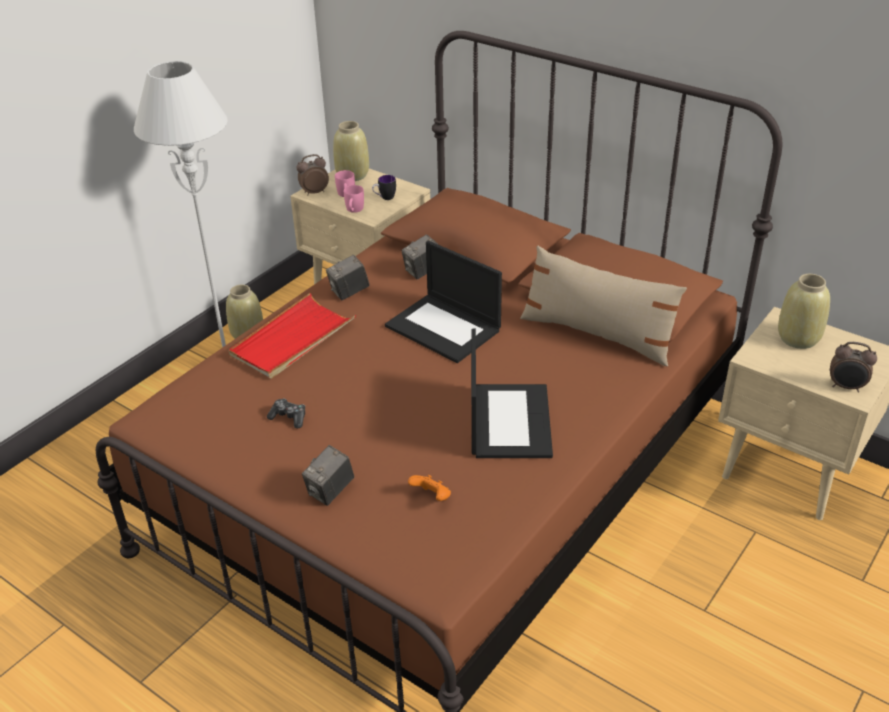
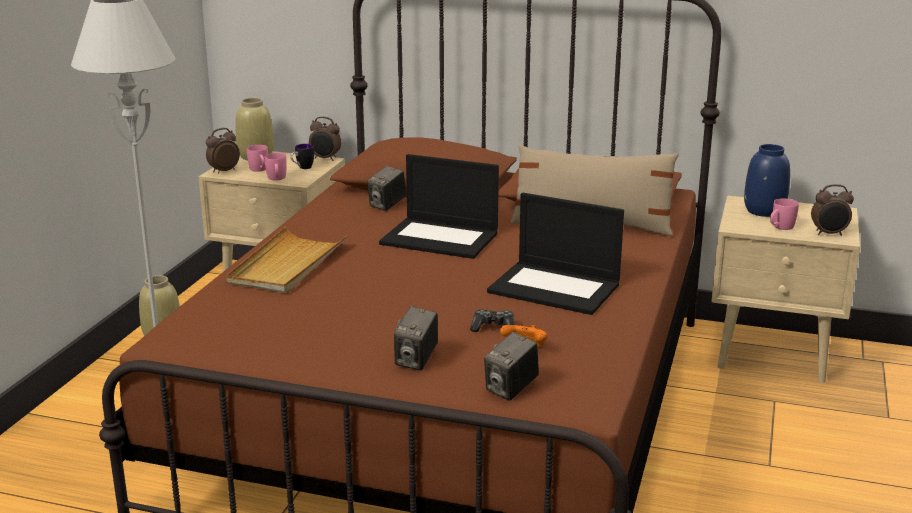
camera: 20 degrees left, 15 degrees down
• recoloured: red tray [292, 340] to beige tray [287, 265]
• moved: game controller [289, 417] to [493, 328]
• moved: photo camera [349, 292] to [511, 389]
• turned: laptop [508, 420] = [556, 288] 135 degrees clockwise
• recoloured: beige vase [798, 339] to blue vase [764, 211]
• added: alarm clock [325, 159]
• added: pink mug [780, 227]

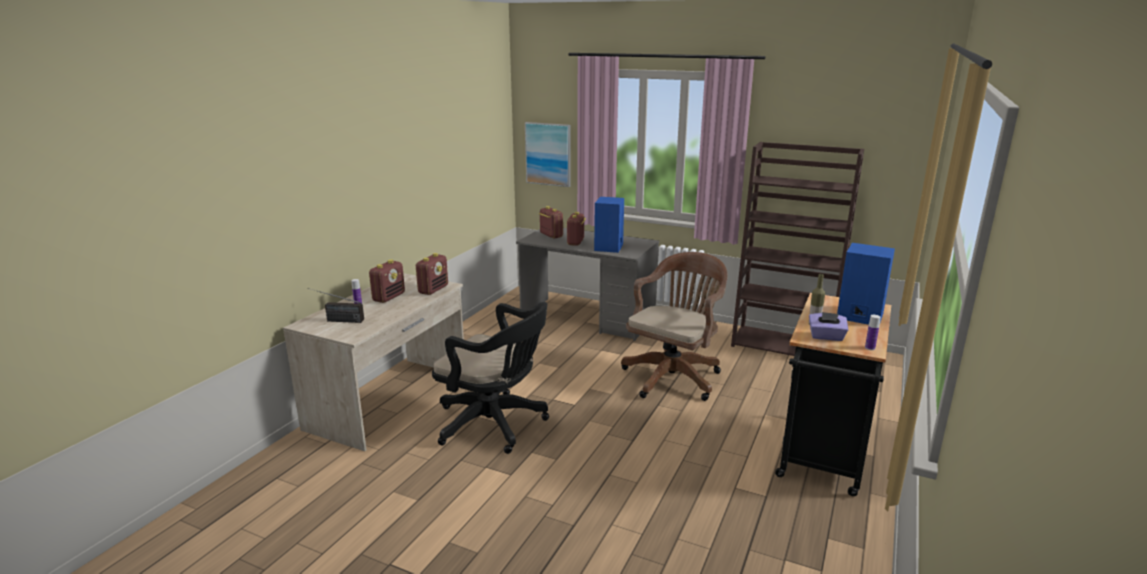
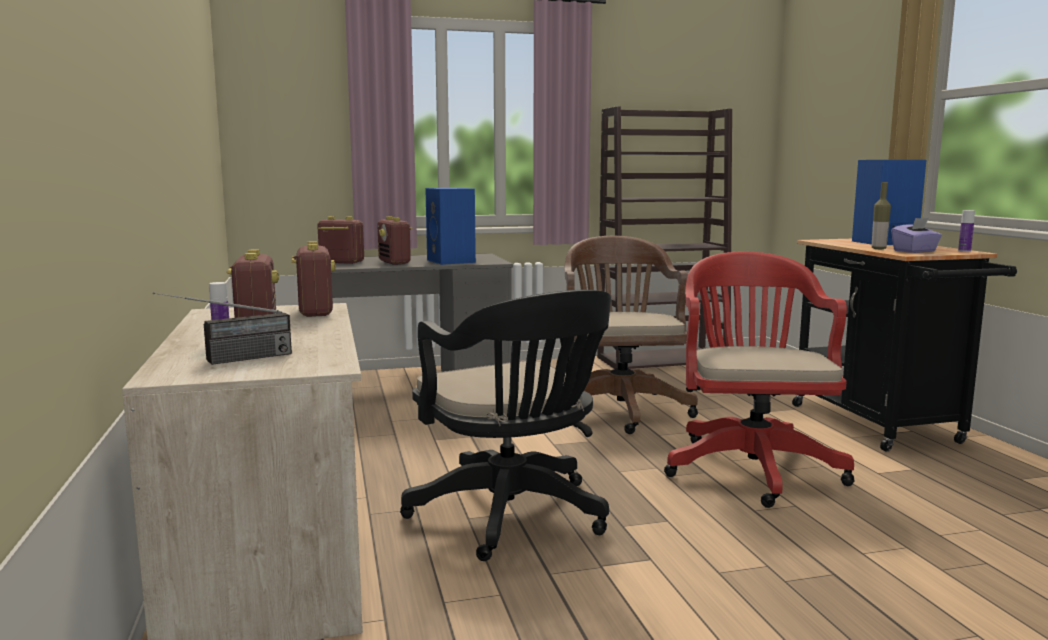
camera: 40 degrees left, 10 degrees down
• turned: black office chair [495, 424] = [513, 517] 75 degrees clockwise
• removed: picture [548, 154]
• added: red office chair [751, 466]

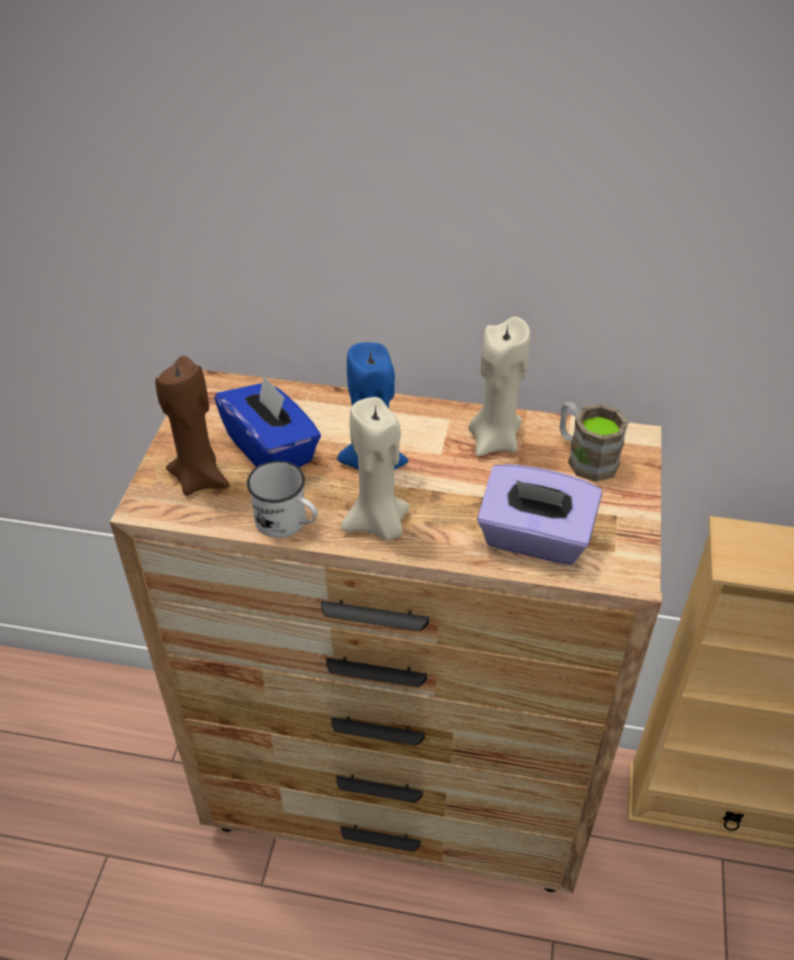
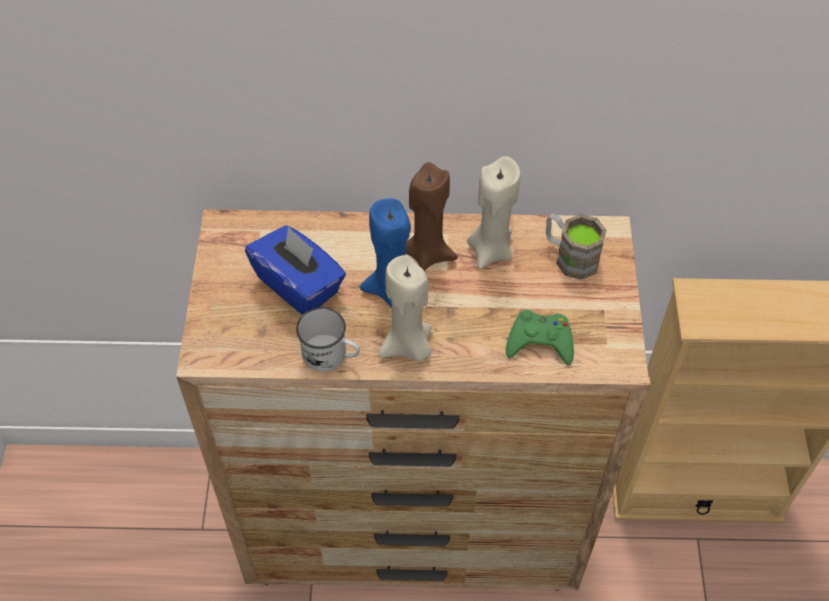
camera: 10 degrees left, 10 degrees up
• moved: brown candle [200, 478] to [428, 253]
• replaced: purple tissue box [534, 539] to green game controller [540, 341]

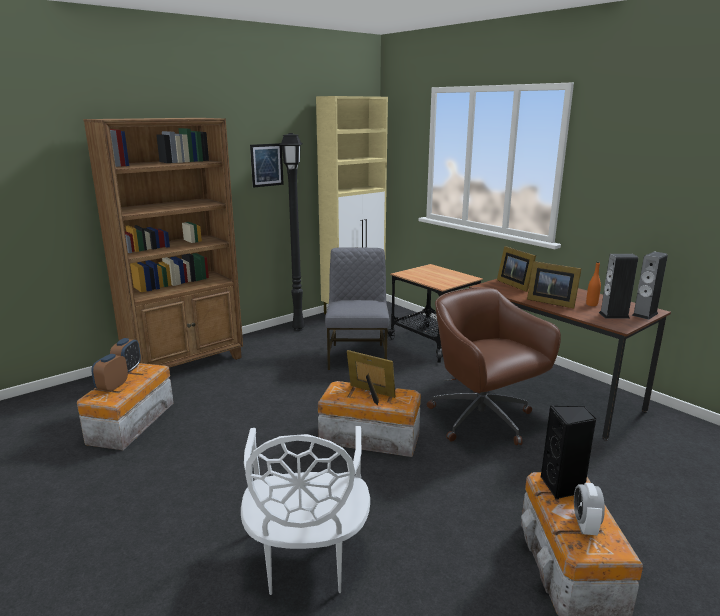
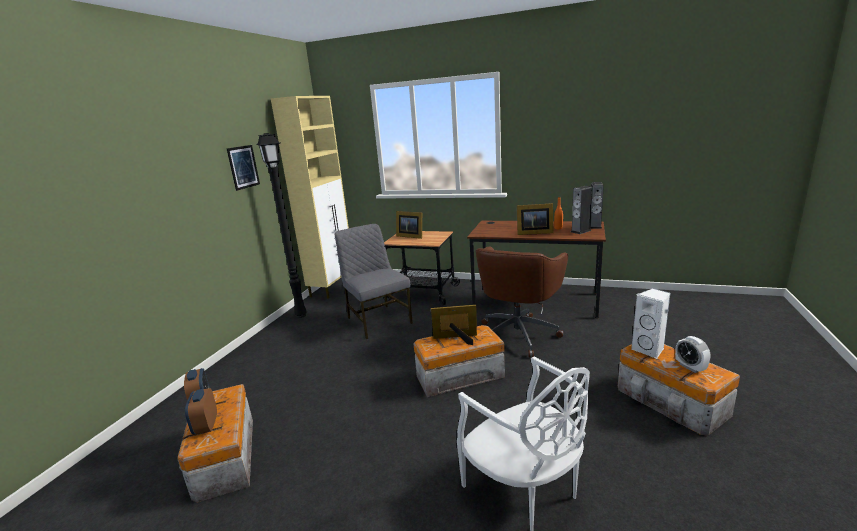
camera: 30 degrees left, 0 degrees up
• removed: brown bookcase [186, 363]
• turned: brown office chair [483, 421] = [518, 334] 90 degrees counterclockwise
• moved: picture frame [514, 284] to [410, 236]
• recoloured: black speaker [563, 487] to white speaker [649, 350]

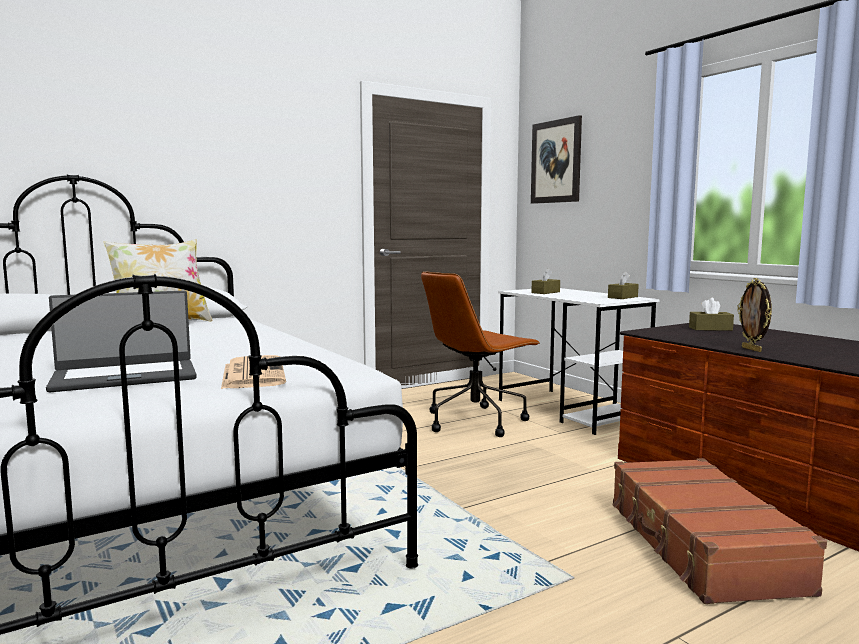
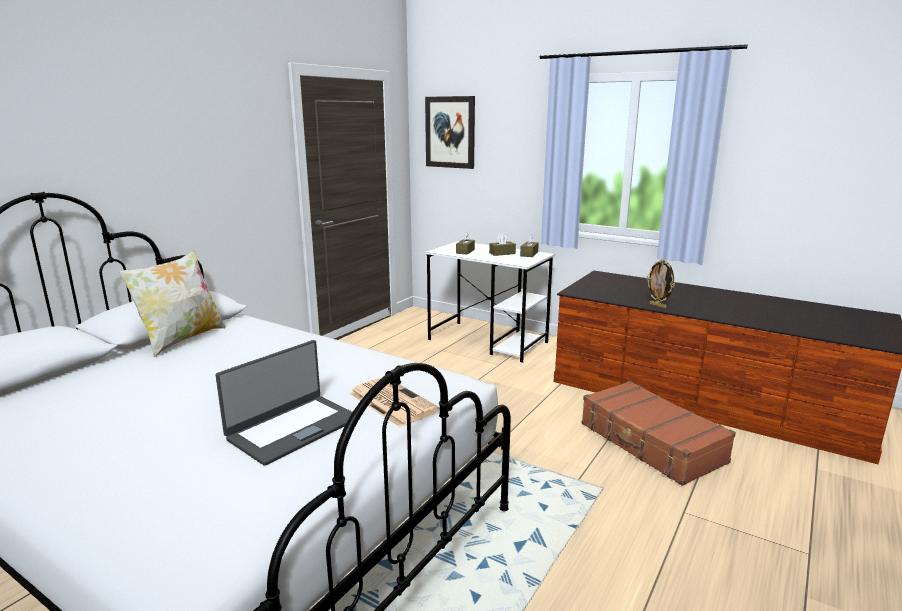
camera: 25 degrees left, 10 degrees up
• removed: brown office chair [476, 421]
• moved: brown tissue box [710, 329] to [502, 253]

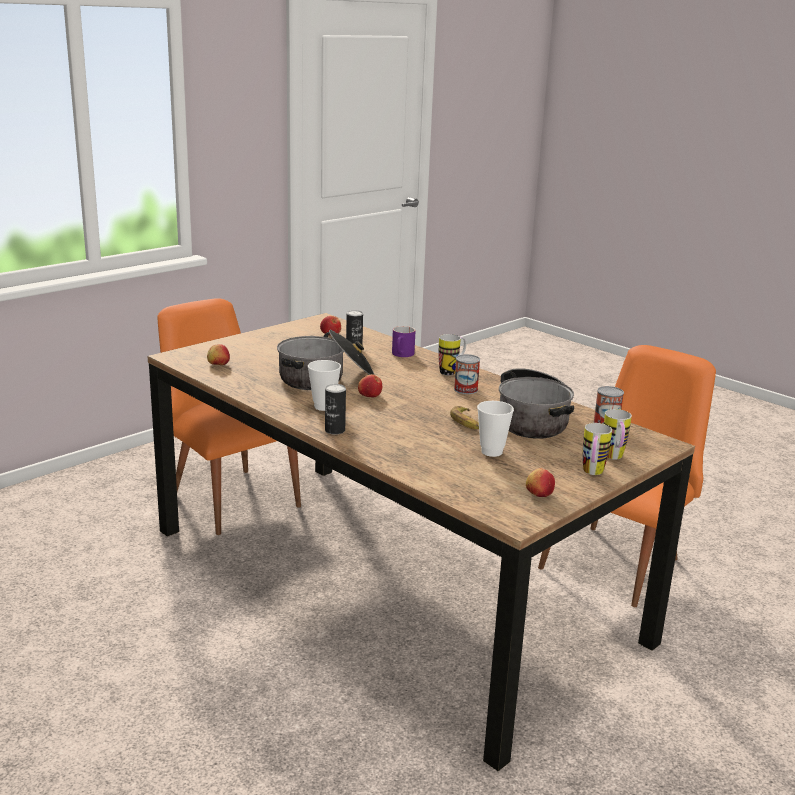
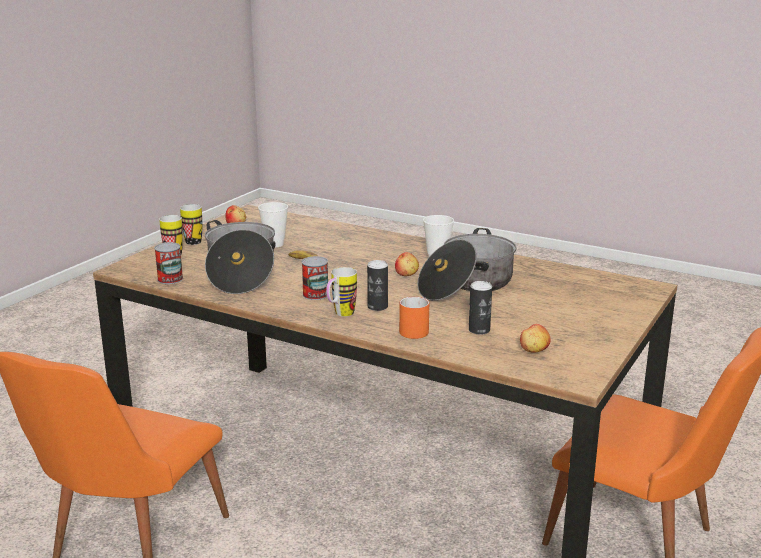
camera: 165 degrees right, 0 degrees up
• removed: apple [218, 364]
• moved: can [335, 430] to [377, 307]
• recoloured: purple mug [402, 355] to orange mug [412, 330]

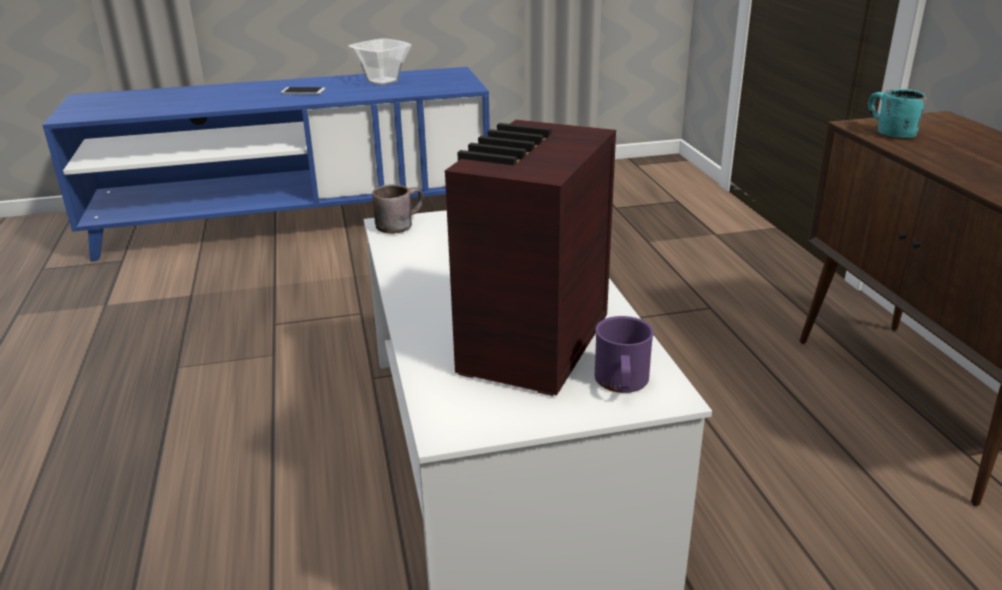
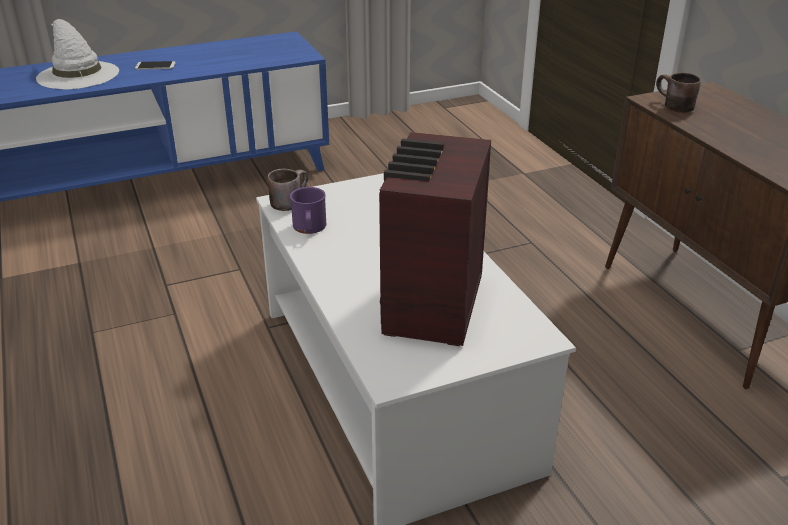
camera: 10 degrees left, 5 degrees up
• removed: bowl [381, 82]
• moved: purple mug [622, 383] to [309, 228]
• recoloured: turquoise mug [887, 132] to brown mug [672, 106]
• added: white hat [77, 74]

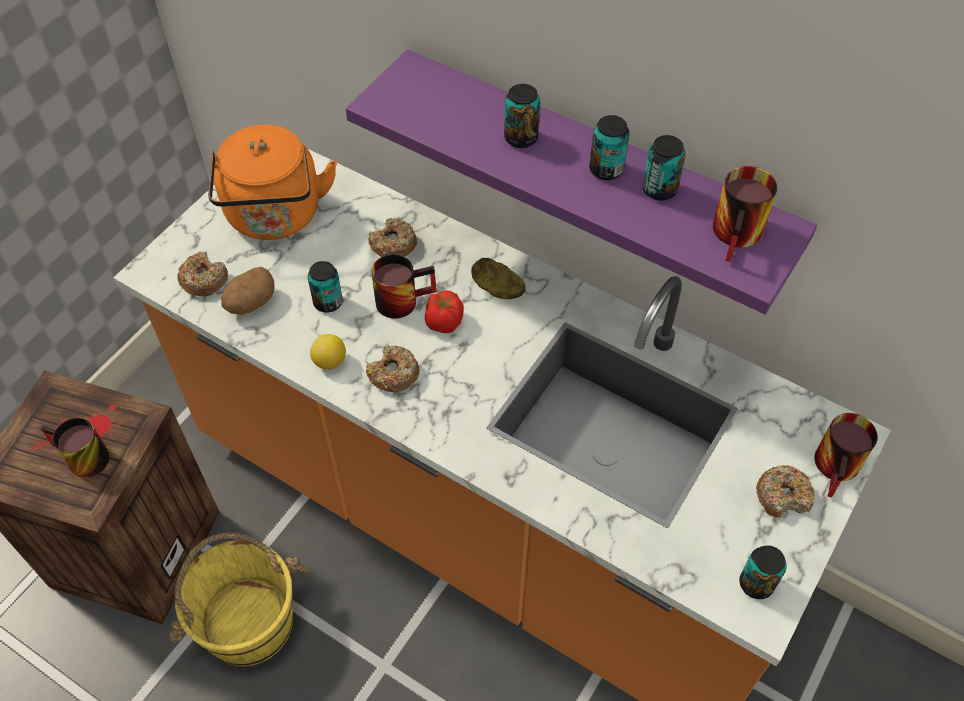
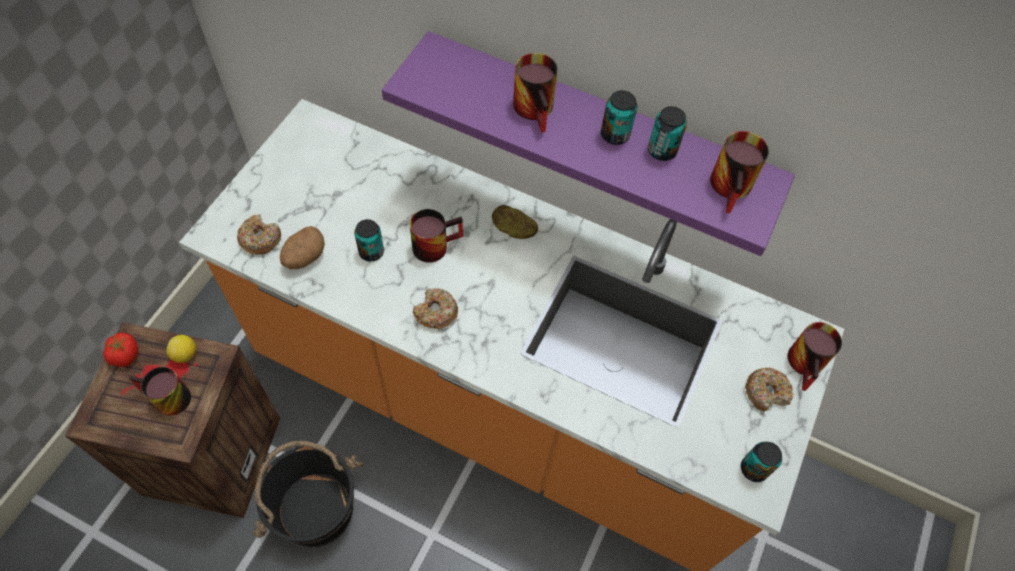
camera: 10 degrees left, 5 degrees up
• recoloured: yellow bucket [248, 621] to black bucket [315, 508]
• removed: orange kettle [275, 217]
• moved: lemon [330, 362] to [185, 355]
• removed: donut [393, 245]
• moved: tomato [443, 322] to [125, 356]
• replaced: can [521, 138] to mug [538, 110]

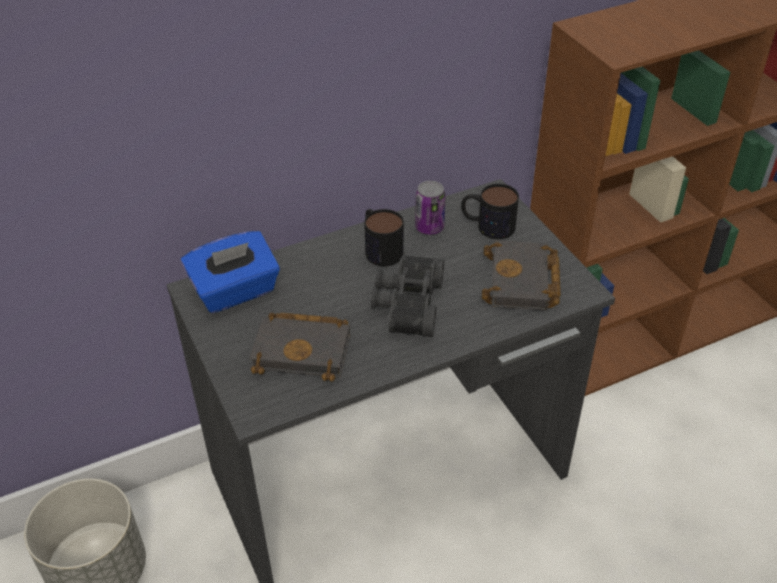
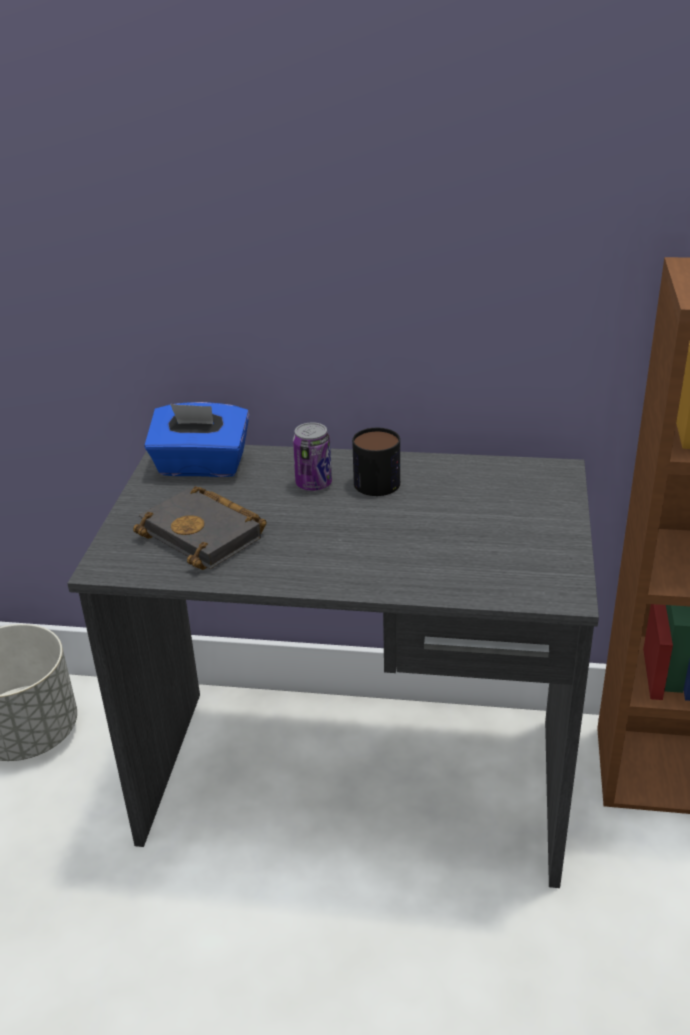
camera: 35 degrees right, 10 degrees down
• removed: black binoculars [406, 304]
• moved: can [429, 227] to [313, 484]
• removed: mug [487, 225]
• removed: black book [523, 283]

